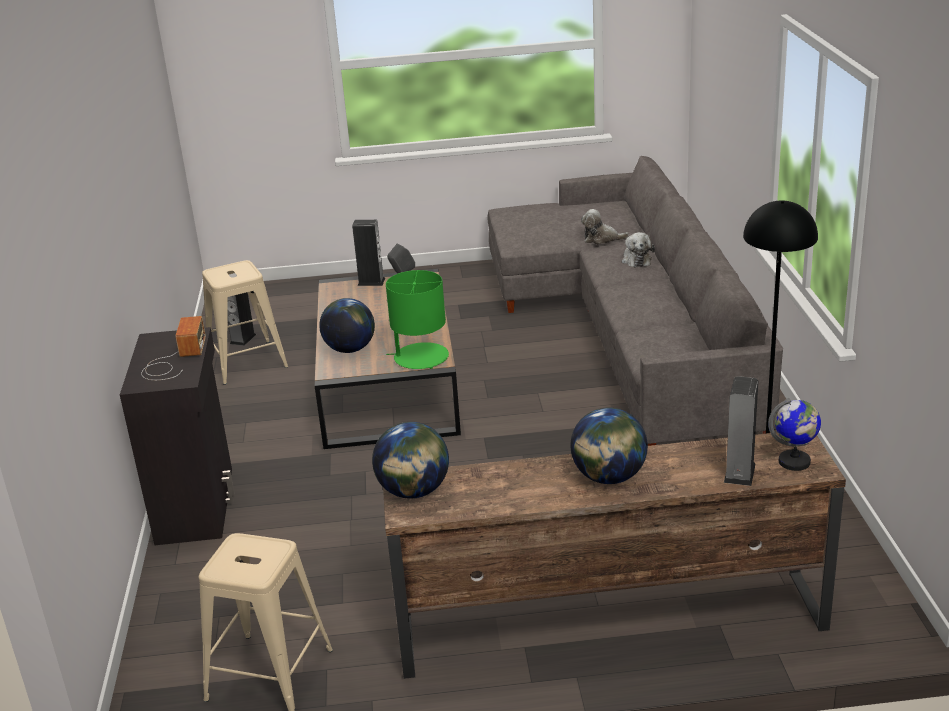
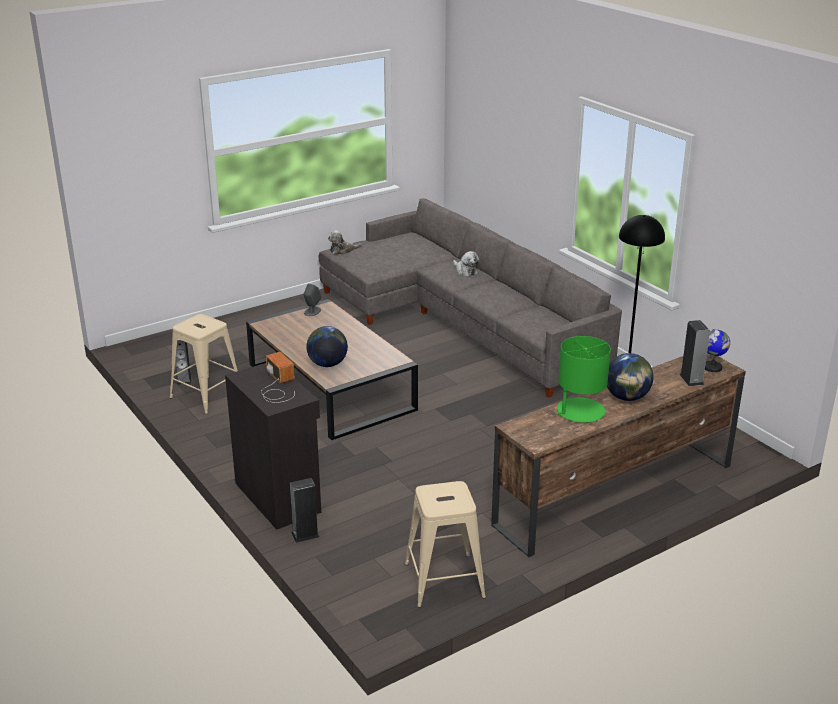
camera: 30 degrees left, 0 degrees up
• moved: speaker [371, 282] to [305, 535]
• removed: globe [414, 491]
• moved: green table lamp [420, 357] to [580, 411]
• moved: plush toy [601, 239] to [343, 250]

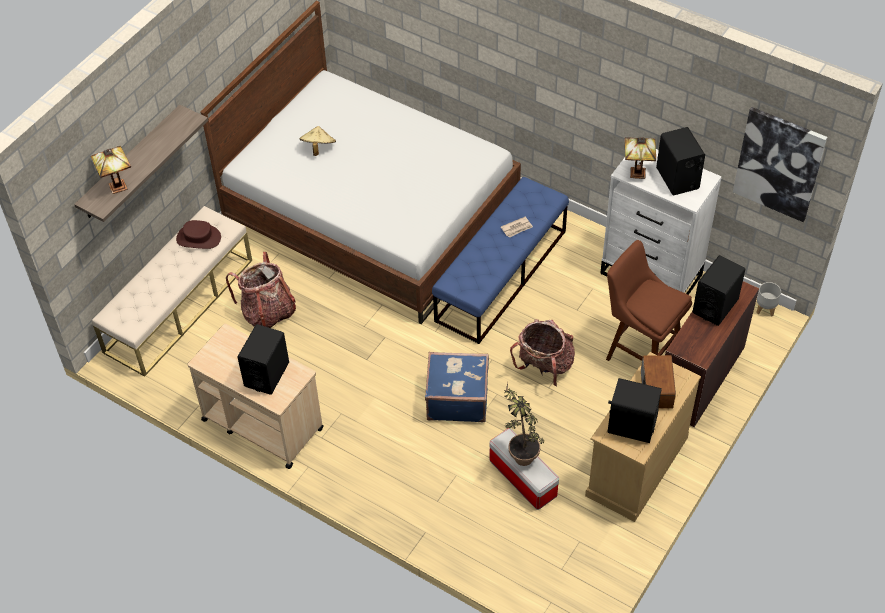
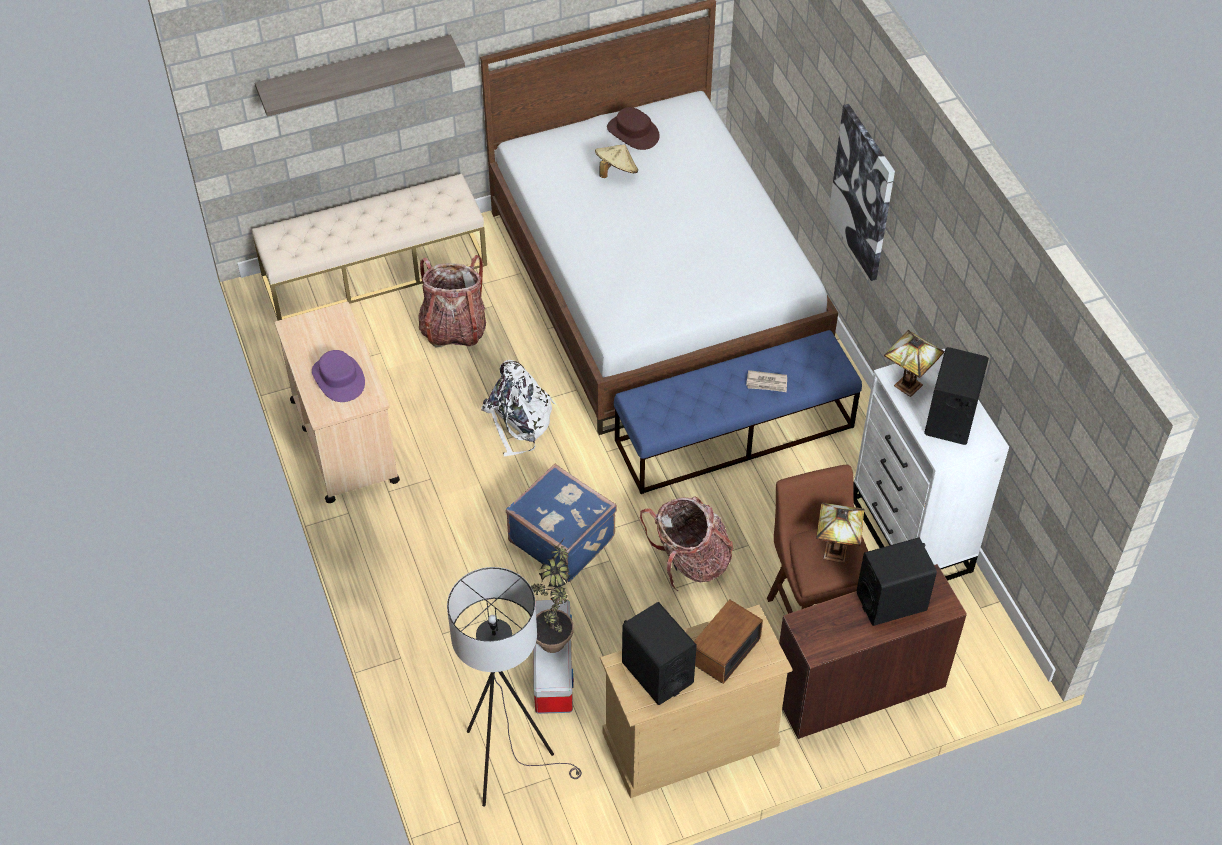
camera: 35 degrees right, 0 degrees up
• moved: table lamp [116, 186] to [834, 551]
• moved: brown hat [198, 238] to [633, 132]
• replaced: black speaker [266, 374] to purple hat [339, 378]
• moved: picture [779, 164] to [863, 192]
• removed: grey planter [765, 309]
• added: grey floor lamp [509, 761]
• added: white backpack [519, 421]

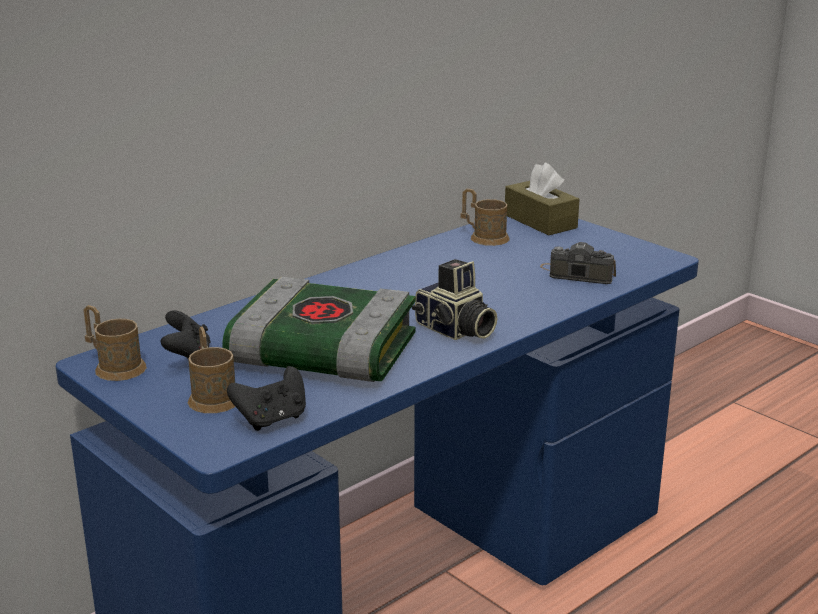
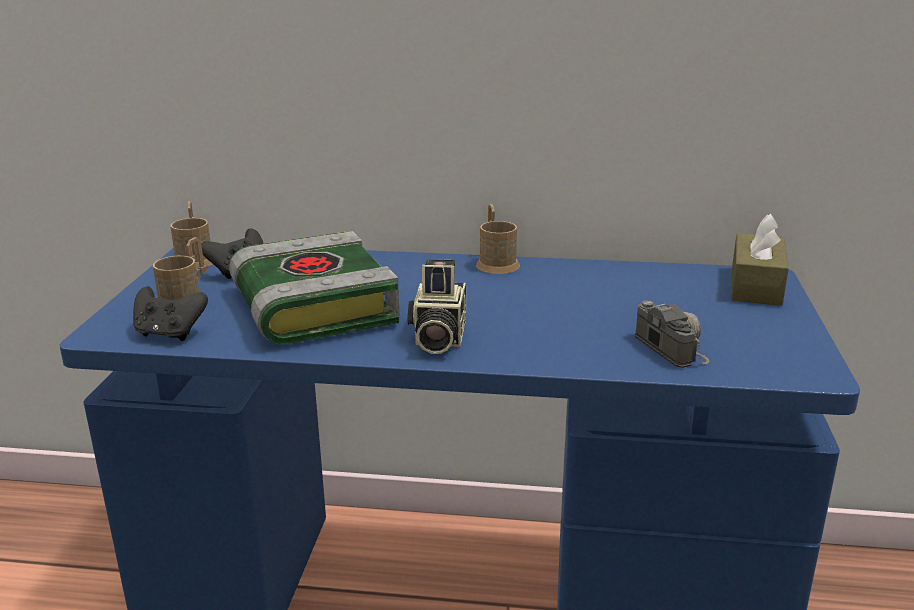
camera: 50 degrees right, 0 degrees up
• moved: brown mug [484, 237] to [496, 262]

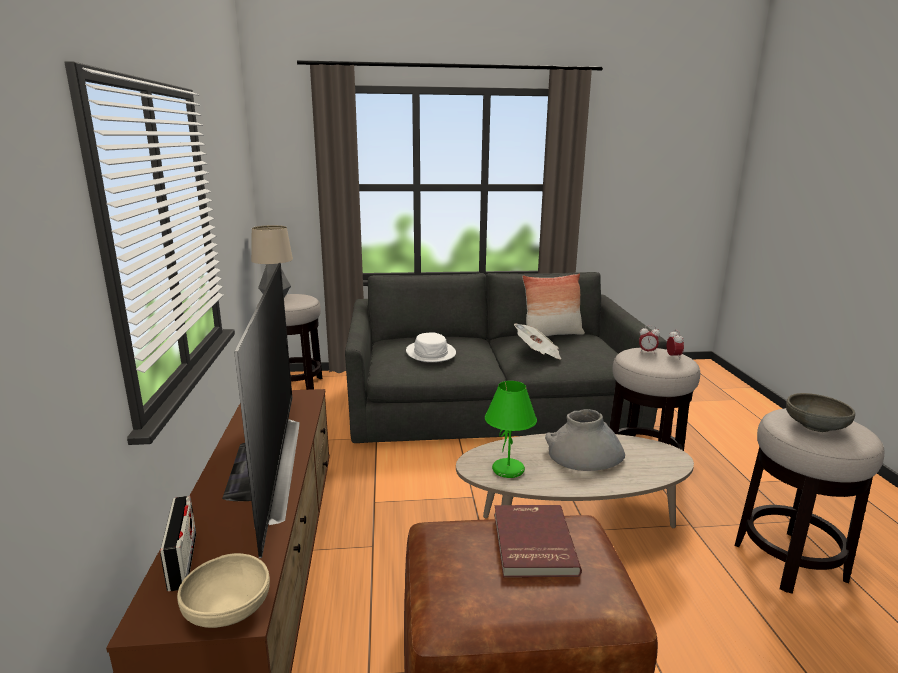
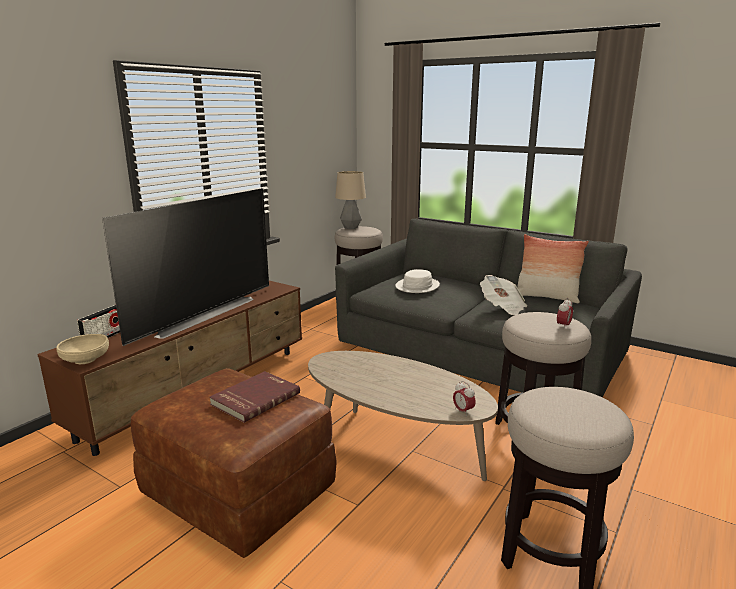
camera: 40 degrees right, 0 degrees up
• removed: green table lamp [508, 470]
• removed: grey vase [584, 453]
• moved: alarm clock [647, 352] to [463, 411]
• removed: grey bowl [815, 426]

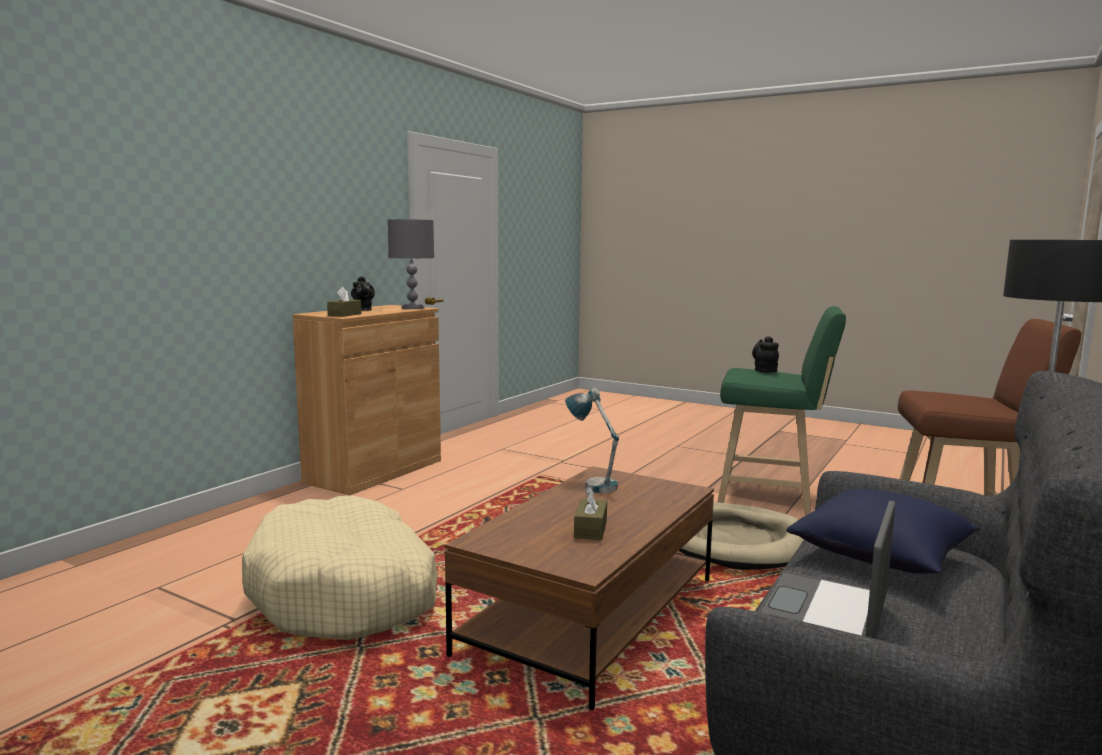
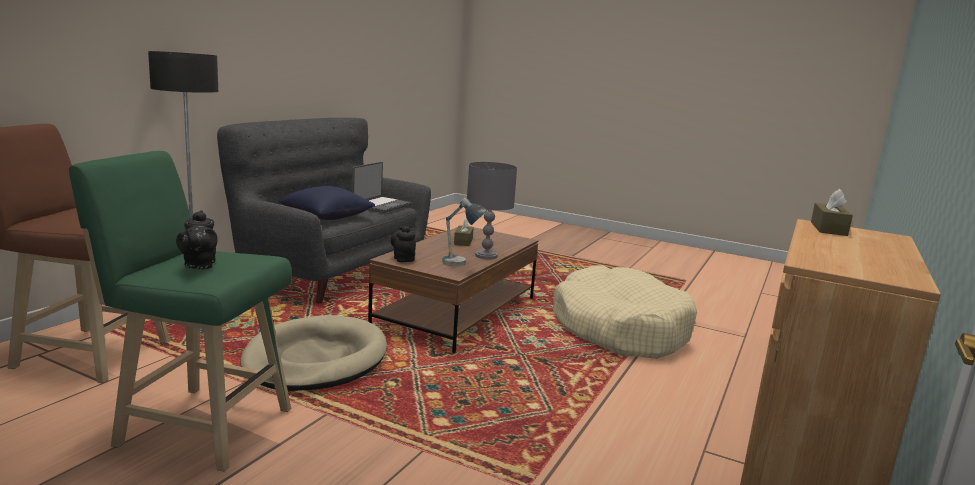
camera: 175 degrees right, 5 degrees up
• moved: black teapot [362, 309] to [403, 259]
• moved: grey table lamp [413, 308] to [486, 255]

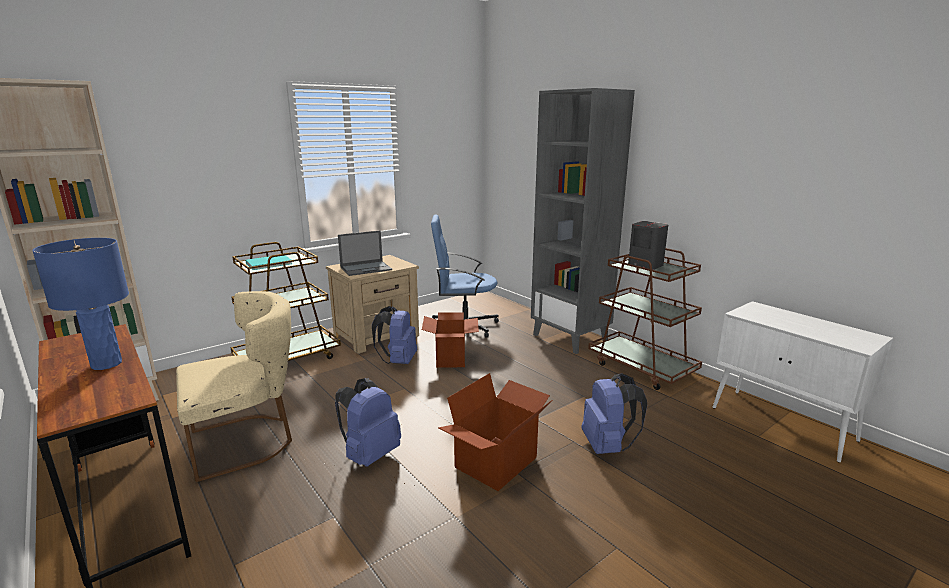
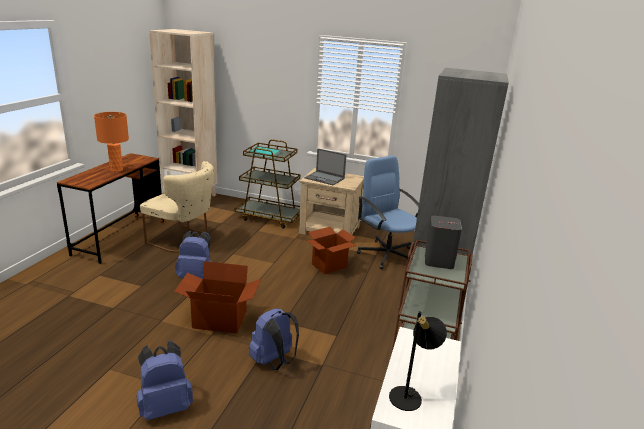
camera: 55 degrees right, 5 degrees up
• recoloured: blue table lamp [106, 364] to orange table lamp [116, 170]
• moved: blue backpack [398, 361] to [165, 406]
• added: black table lamp [410, 396]

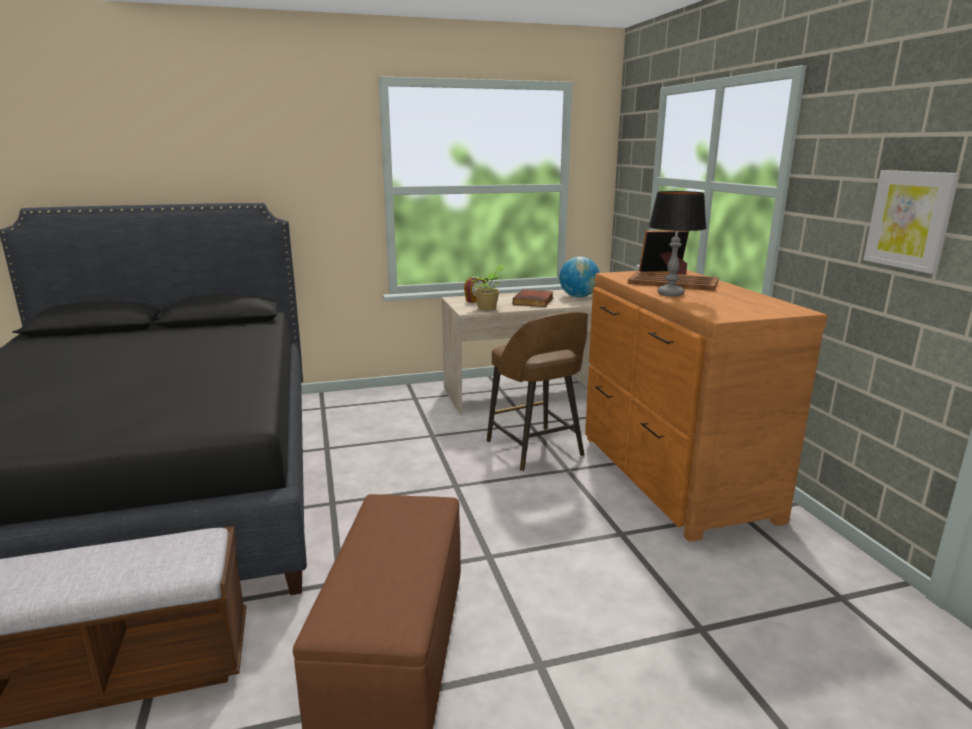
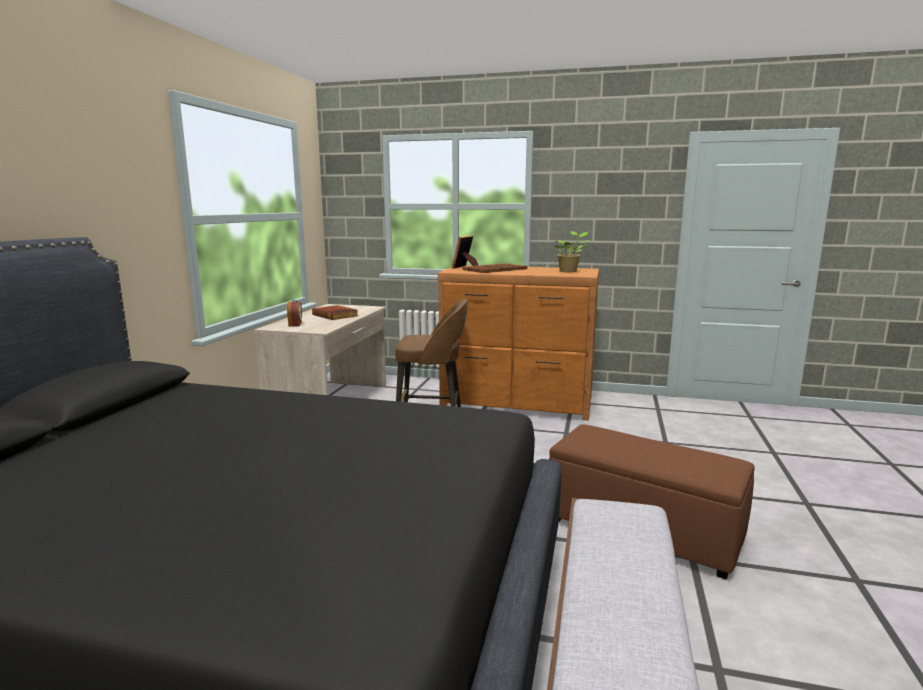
camera: 60 degrees left, 5 degrees down
• moved: potted plant [488, 308] to [569, 271]
• removed: globe [578, 296]
• removed: table lamp [670, 294]
• removed: picture [910, 220]

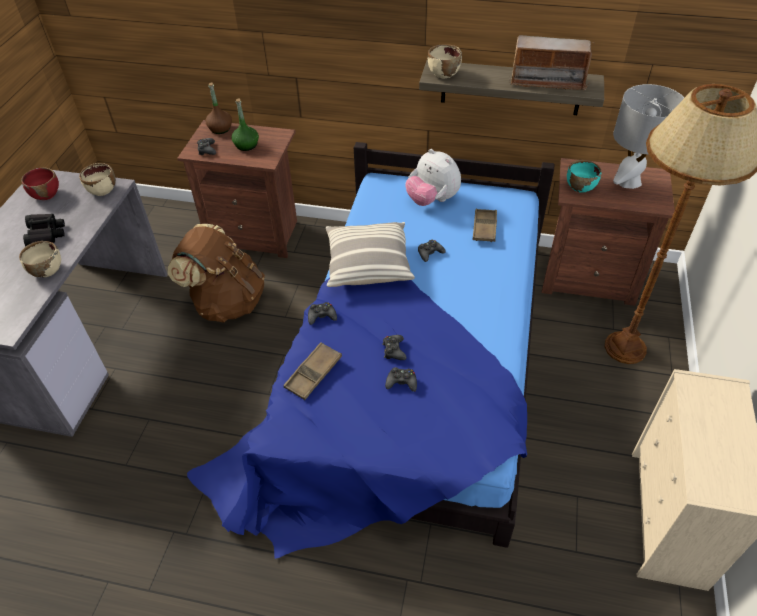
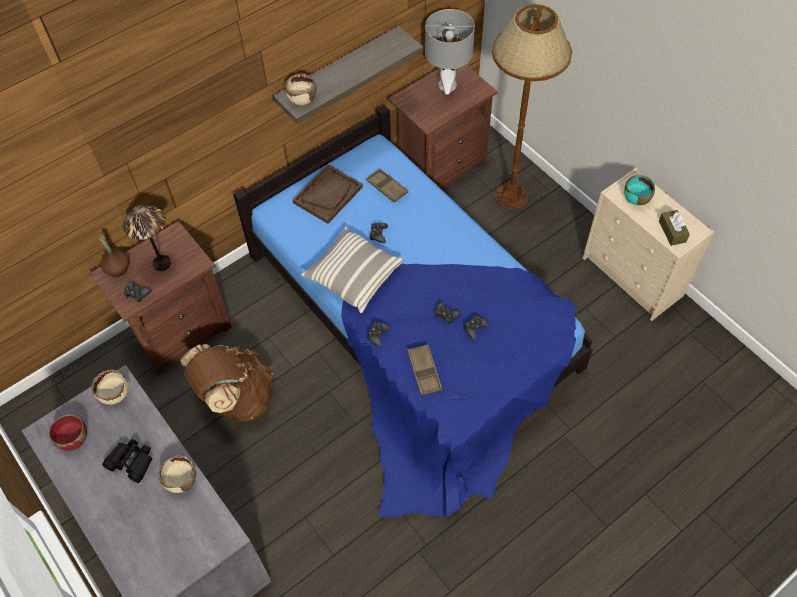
camera: 50 degrees left, 10 degrees up
• replaced: green bottle [246, 145] to table lamp [162, 264]
• replaced: plush toy [432, 200] to brown tray [328, 195]
• removed: radio [547, 81]
• moved: turquoise bowl [580, 187] to [636, 198]
• added: brown tissue box [672, 231]

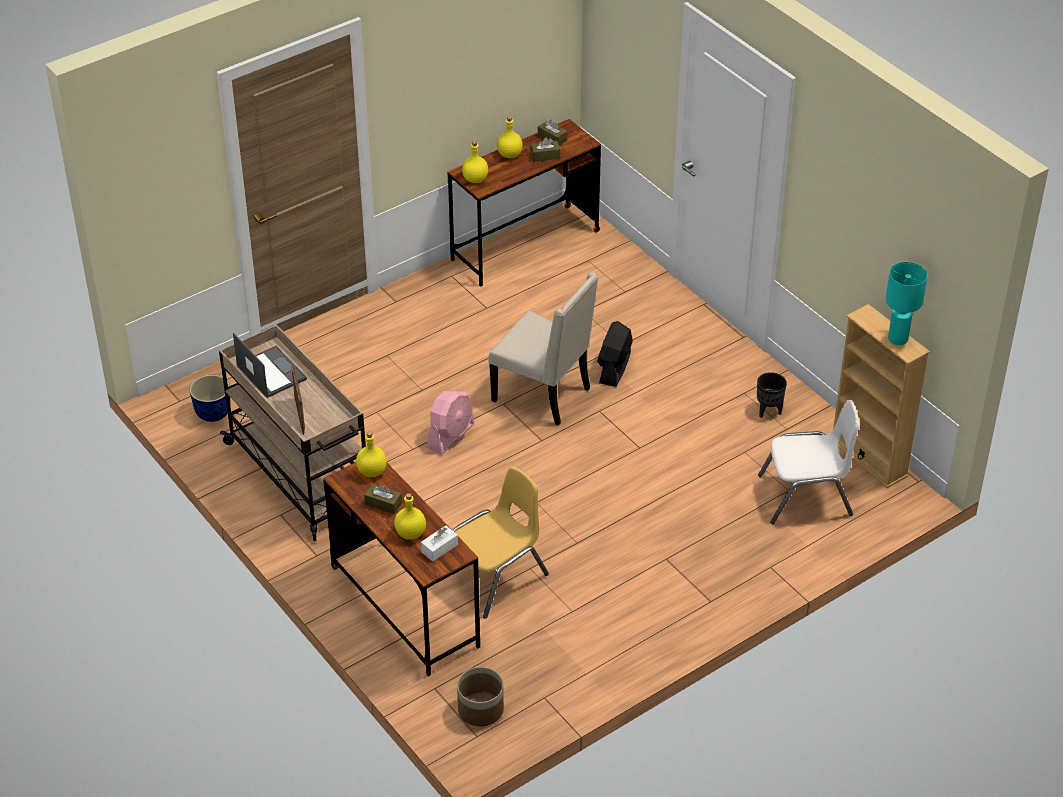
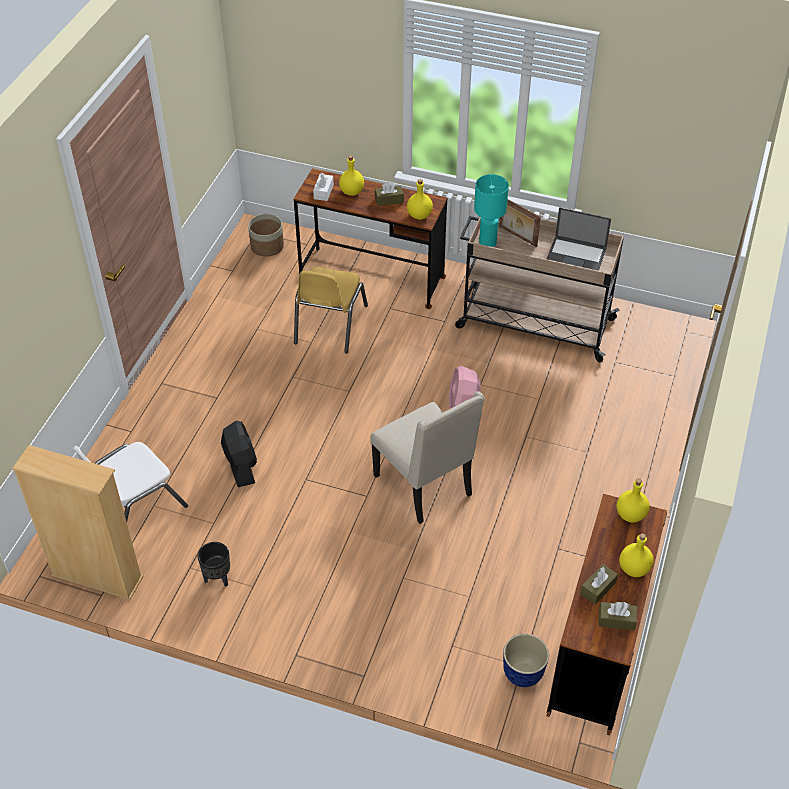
camera: 145 degrees right, 5 degrees up
• moved: planter [213, 413] to [523, 674]
• turned: beige chair [544, 394] = [425, 486] 120 degrees counterclockwise
• moved: black fan [614, 368] to [241, 465]
• moved: turquoise table lamp [897, 338] to [488, 243]

